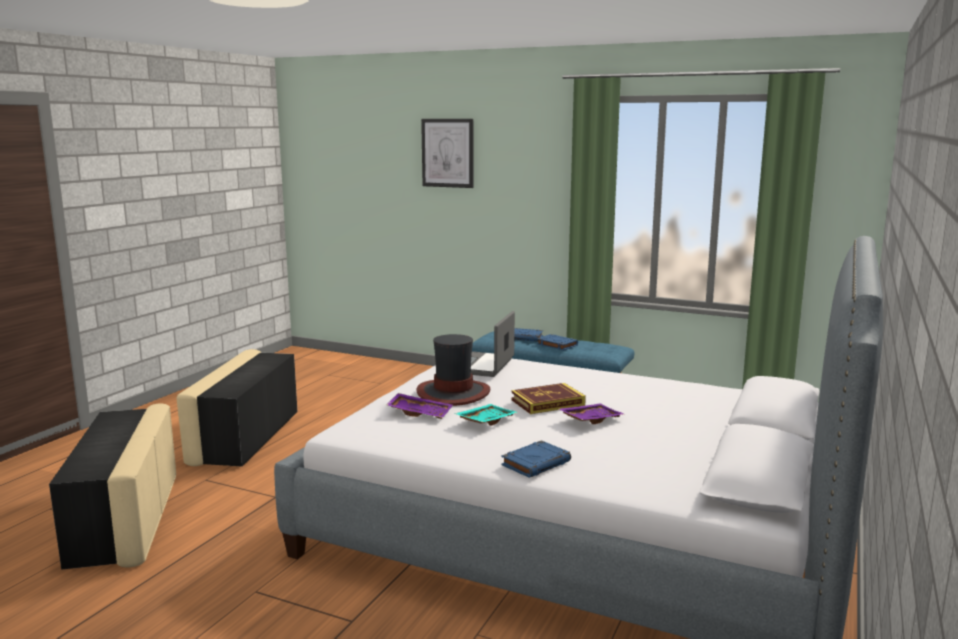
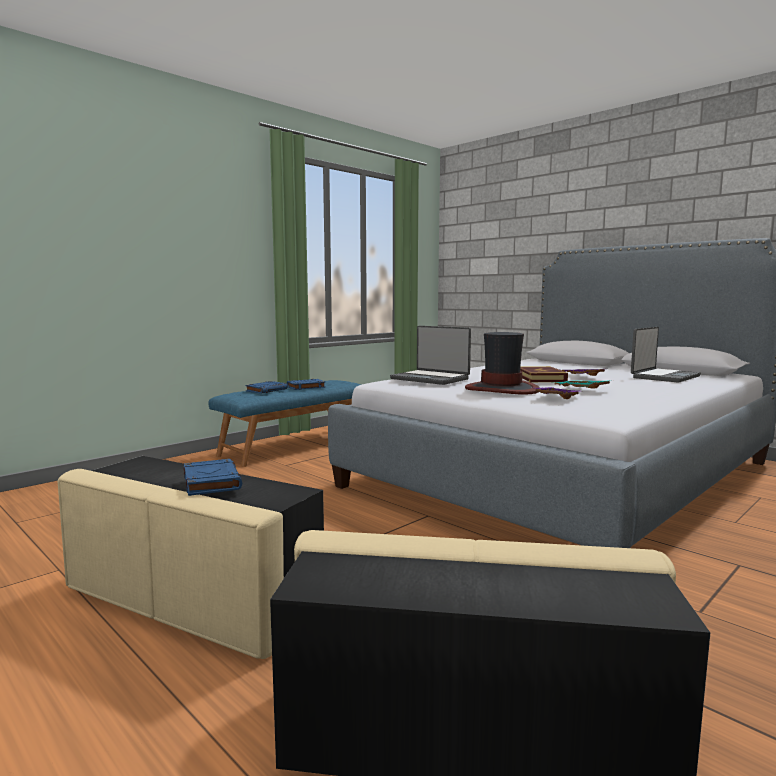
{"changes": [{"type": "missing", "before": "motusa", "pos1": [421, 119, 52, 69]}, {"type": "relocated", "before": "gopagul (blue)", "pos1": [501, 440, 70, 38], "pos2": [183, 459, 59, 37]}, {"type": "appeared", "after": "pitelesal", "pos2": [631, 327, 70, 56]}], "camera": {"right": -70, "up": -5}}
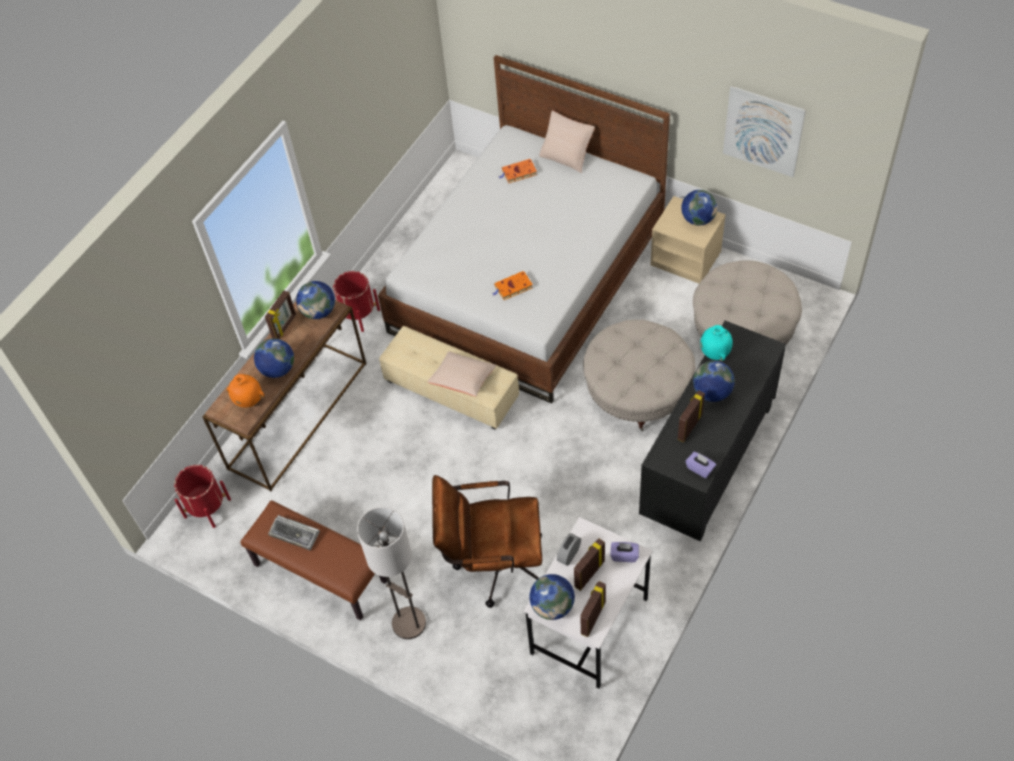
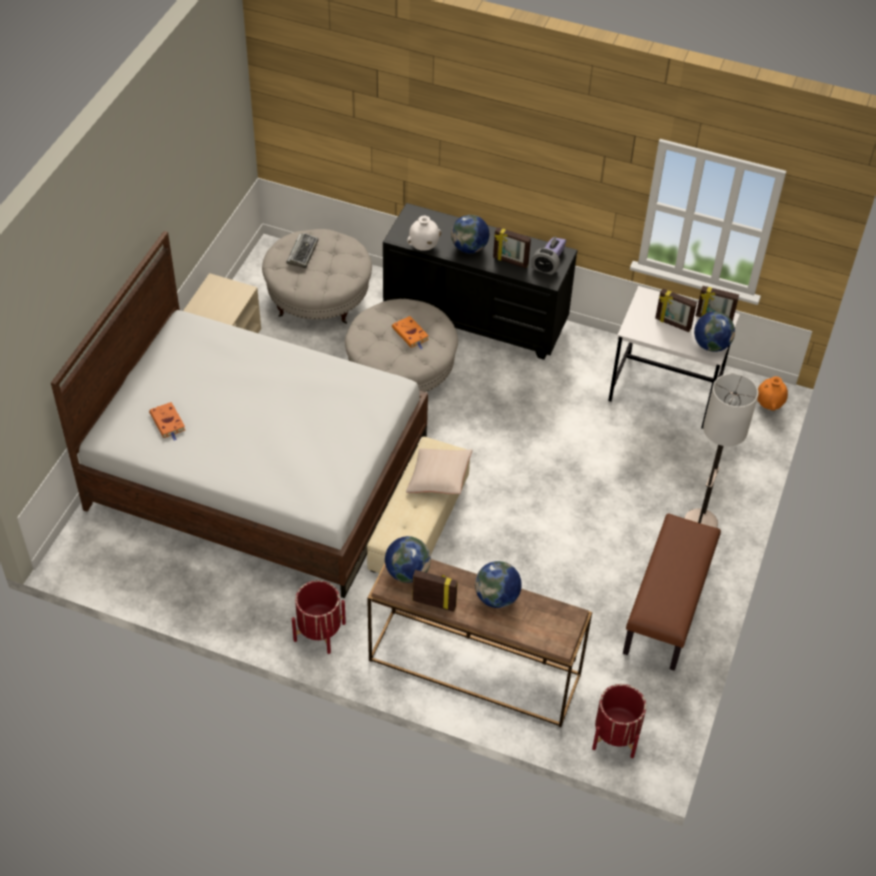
{"changes": [{"type": "relocated", "before": "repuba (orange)", "pos1": [227, 374, 37, 34], "pos2": [757, 376, 31, 35]}, {"type": "relocated", "before": "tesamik", "pos1": [268, 515, 52, 35], "pos2": [286, 233, 33, 35]}, {"type": "missing", "before": "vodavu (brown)", "pos1": [432, 475, 110, 133]}, {"type": "relocated", "before": "gopagul (orange)", "pos1": [493, 271, 40, 29], "pos2": [392, 316, 37, 33]}, {"type": "missing", "before": "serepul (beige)", "pos1": [539, 110, 56, 63]}, {"type": "relocated", "before": "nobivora", "pos1": [557, 533, 24, 33], "pos2": [531, 248, 29, 27]}, {"type": "missing", "before": "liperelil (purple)", "pos1": [610, 542, 29, 20]}, {"type": "missing", "before": "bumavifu", "pos1": [681, 190, 36, 36]}, {"type": "colour", "before": "repuba (turquoise)", "after": "repuba (white)", "pos1": [700, 325, 33, 36], "pos2": [407, 216, 34, 35]}, {"type": "missing", "before": "motusa", "pos1": [723, 86, 83, 91]}], "camera": {"right": -105, "up": -5}}
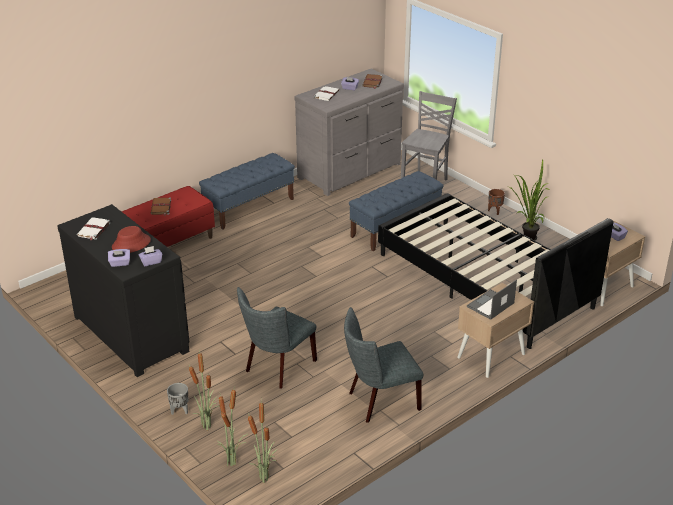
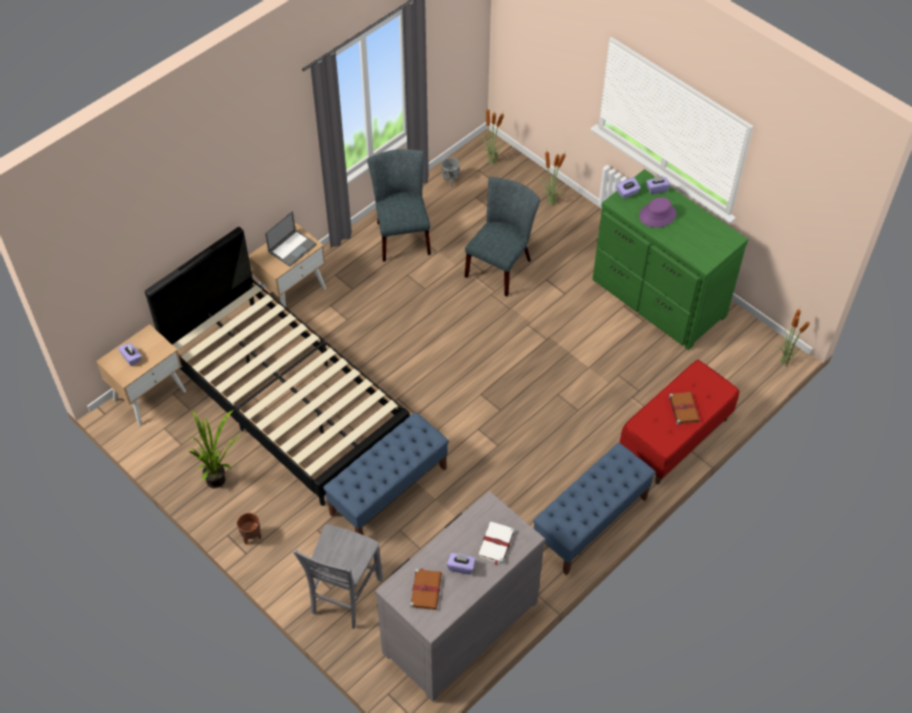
{"changes": [{"type": "colour", "before": "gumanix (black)", "after": "gumanix (green)", "pos1": [57, 204, 132, 173], "pos2": [592, 169, 156, 181]}, {"type": "missing", "before": "gopagul (white)", "pos1": [77, 217, 33, 24]}, {"type": "colour", "before": "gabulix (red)", "after": "gabulix (purple)", "pos1": [112, 226, 39, 27], "pos2": [639, 197, 37, 31]}, {"type": "relocated", "before": "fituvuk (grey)", "pos1": [167, 383, 21, 32], "pos2": [442, 158, 18, 29]}, {"type": "relocated", "before": "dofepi", "pos1": [217, 390, 31, 76], "pos2": [776, 307, 34, 59]}, {"type": "spun", "before": "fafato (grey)", "pos1": [344, 307, 79, 116], "pos2": [367, 149, 64, 113], "turn": -75}], "camera": {"right": 175, "up": 20}}
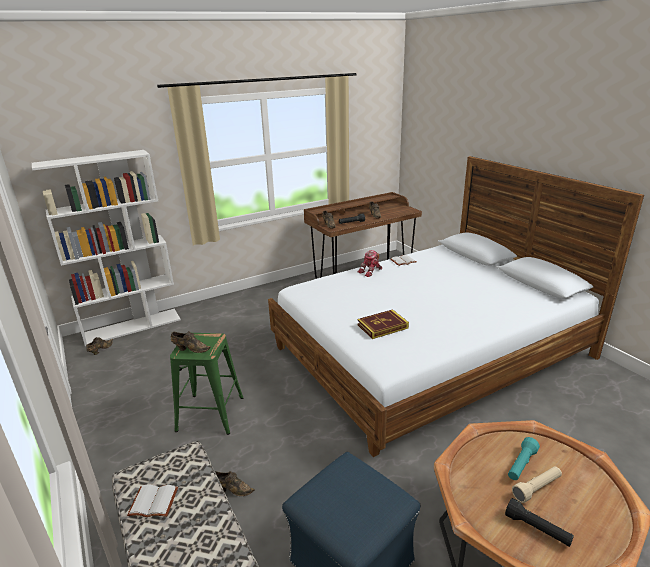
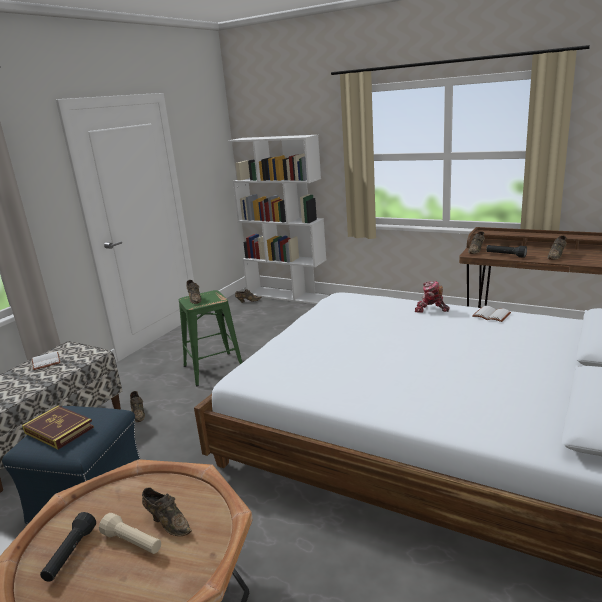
{"changes": [{"type": "relocated", "before": "gopagul", "pos1": [357, 309, 52, 30], "pos2": [22, 405, 72, 45]}, {"type": "exchanged", "before": "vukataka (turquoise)", "after": "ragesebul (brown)", "pos1": [508, 437, 32, 43], "pos2": [142, 487, 50, 49]}], "camera": {"right": 60, "up": -5}}
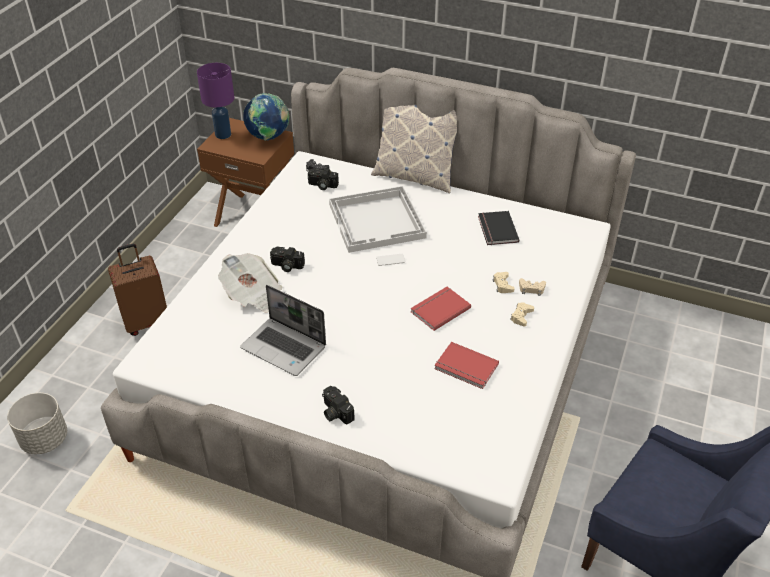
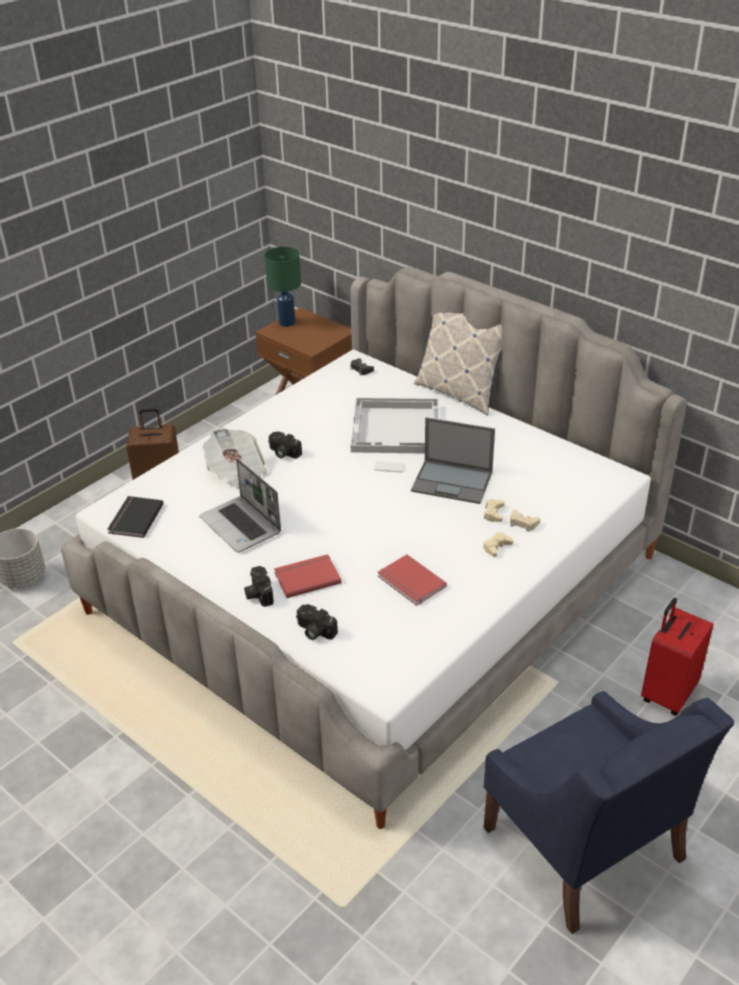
{"changes": [{"type": "colour", "before": "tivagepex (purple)", "after": "tivagepex (green)", "pos1": [197, 63, 37, 76], "pos2": [264, 246, 37, 81]}, {"type": "missing", "before": "bumavifu", "pos1": [243, 93, 47, 48]}, {"type": "relocated", "before": "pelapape", "pos1": [308, 168, 31, 22], "pos2": [296, 604, 42, 36]}, {"type": "relocated", "before": "gopagul (red)", "pos1": [411, 287, 60, 44], "pos2": [274, 554, 68, 44]}, {"type": "relocated", "before": "gopagul (black)", "pos1": [478, 211, 41, 34], "pos2": [108, 496, 55, 42]}, {"type": "appeared", "after": "pitelesal", "pos2": [411, 417, 84, 87]}, {"type": "appeared", "after": "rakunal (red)", "pos2": [641, 598, 72, 118]}], "camera": {"right": 20, "up": -5}}
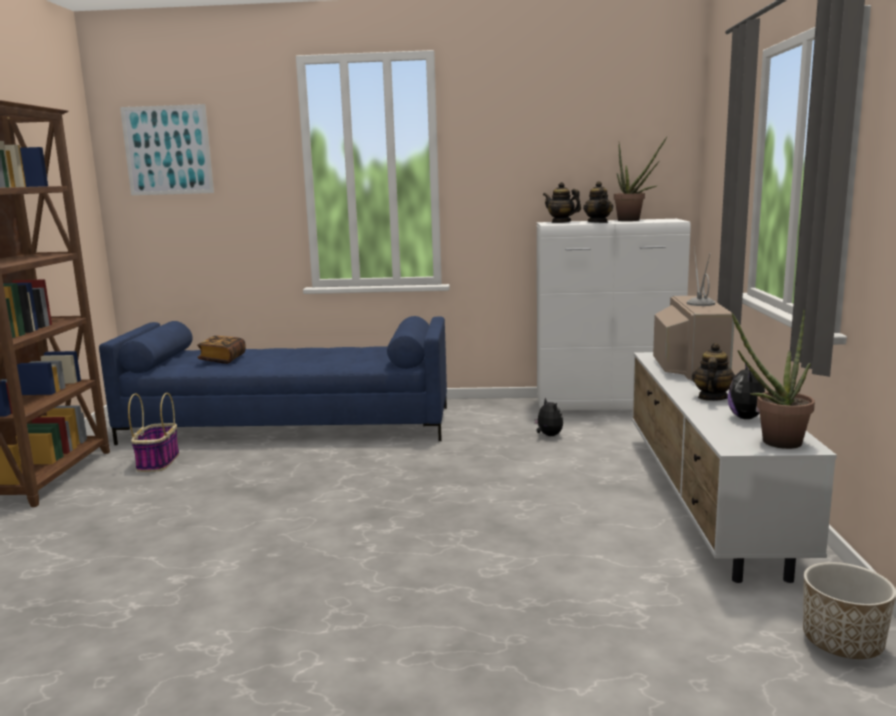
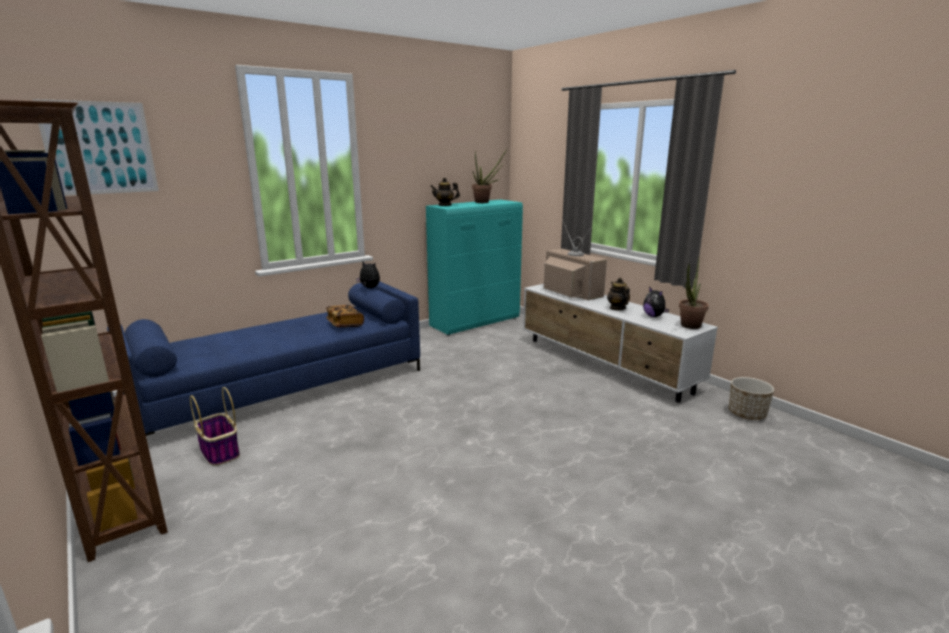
{"changes": [{"type": "relocated", "before": "gopagul", "pos1": [197, 336, 49, 28], "pos2": [326, 305, 38, 22]}, {"type": "relocated", "before": "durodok", "pos1": [534, 397, 29, 39], "pos2": [356, 262, 24, 26]}, {"type": "colour", "before": "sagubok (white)", "after": "sagubok (turquoise)", "pos1": [537, 219, 153, 191], "pos2": [426, 200, 97, 136]}, {"type": "missing", "before": "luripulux", "pos1": [583, 181, 30, 42]}], "camera": {"right": -40, "up": 5}}
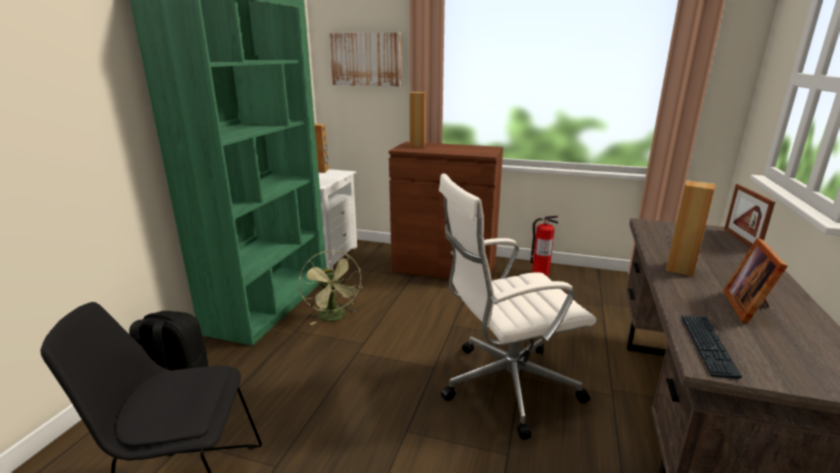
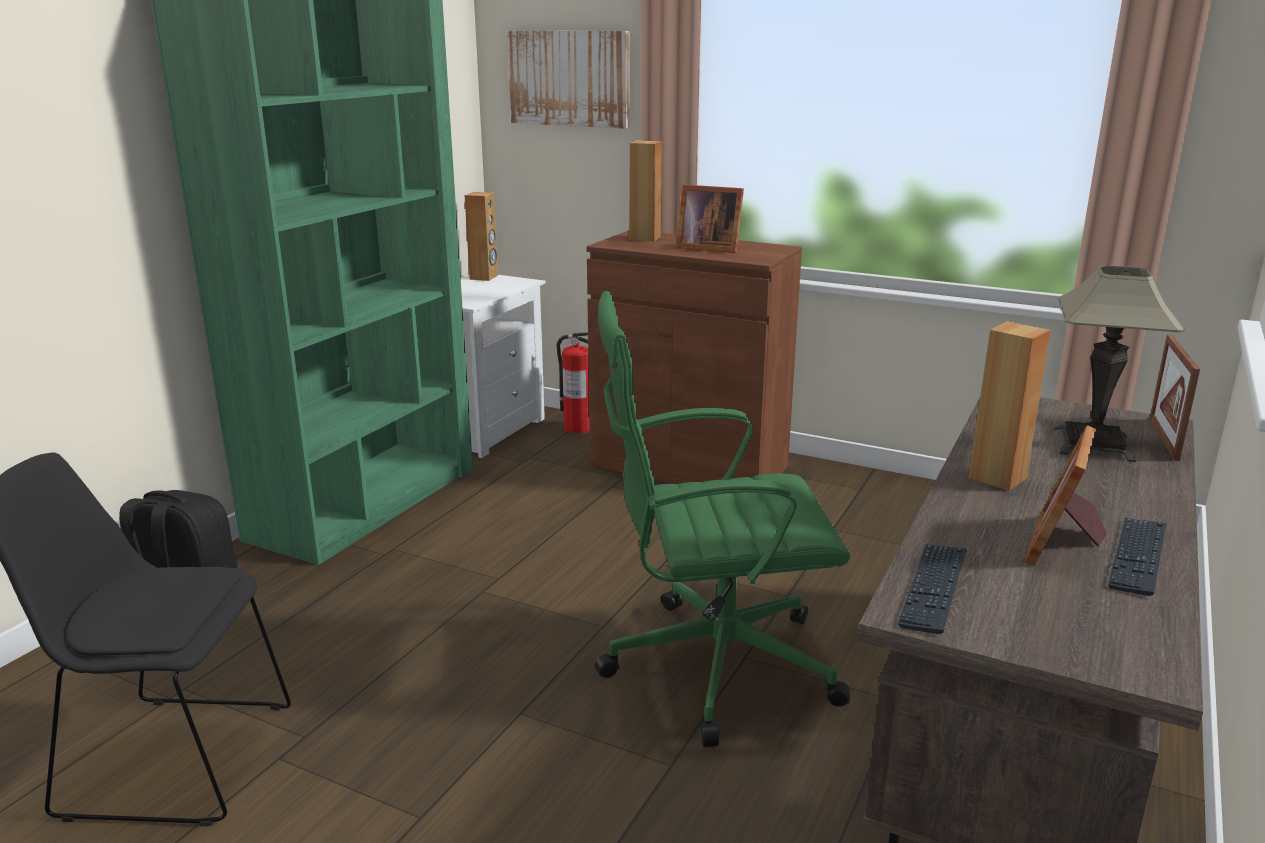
{"changes": [{"type": "missing", "before": "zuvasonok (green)", "pos1": [299, 250, 64, 75]}, {"type": "colour", "before": "vodavu (white)", "after": "vodavu (green)", "pos1": [439, 173, 157, 267], "pos2": [595, 291, 255, 456]}, {"type": "relocated", "before": "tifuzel", "pos1": [530, 216, 28, 60], "pos2": [557, 332, 33, 101]}, {"type": "appeared", "after": "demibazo", "pos2": [676, 185, 68, 68]}, {"type": "appeared", "after": "tivagepex", "pos2": [1053, 265, 132, 197]}, {"type": "appeared", "after": "tesamik", "pos2": [1108, 518, 58, 78]}], "camera": {"right": 10, "up": 0}}
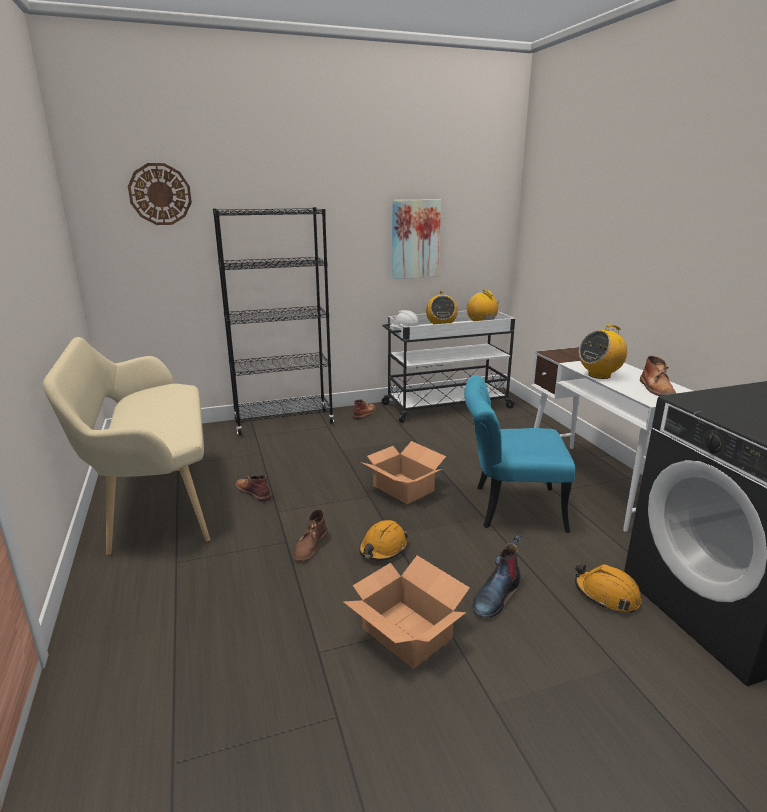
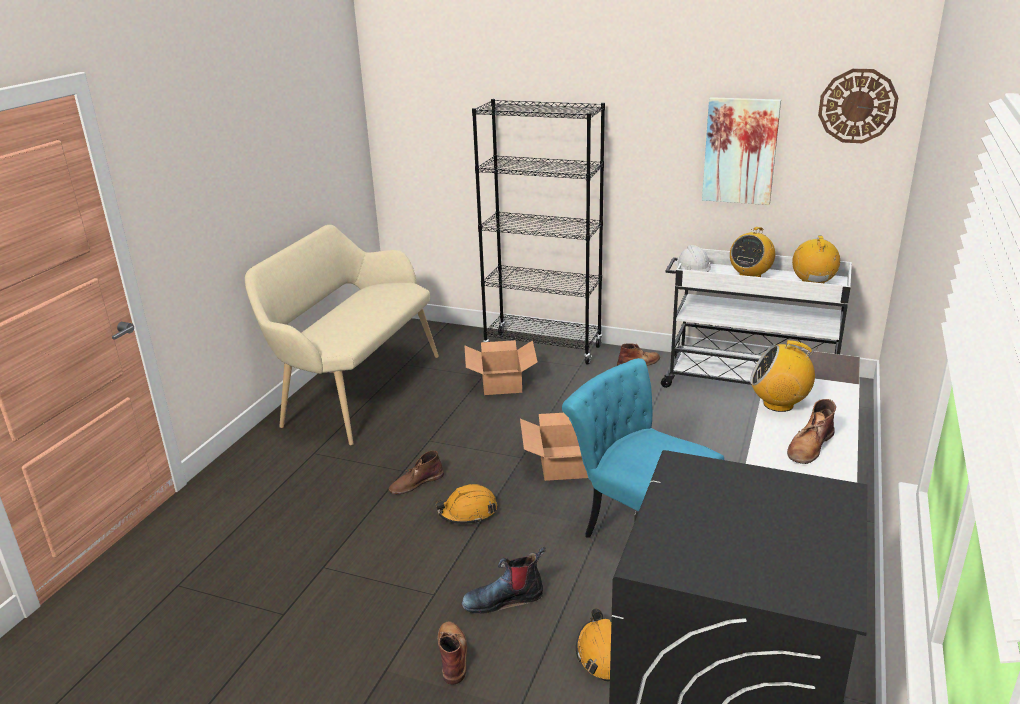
{"changes": [{"type": "relocated", "before": "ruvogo", "pos1": [128, 163, 64, 62], "pos2": [818, 69, 80, 74]}, {"type": "relocated", "before": "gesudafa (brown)", "pos1": [236, 475, 35, 27], "pos2": [437, 622, 30, 62]}, {"type": "relocated", "before": "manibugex", "pos1": [343, 555, 127, 114], "pos2": [464, 340, 74, 55]}], "camera": {"right": 40, "up": 5}}
